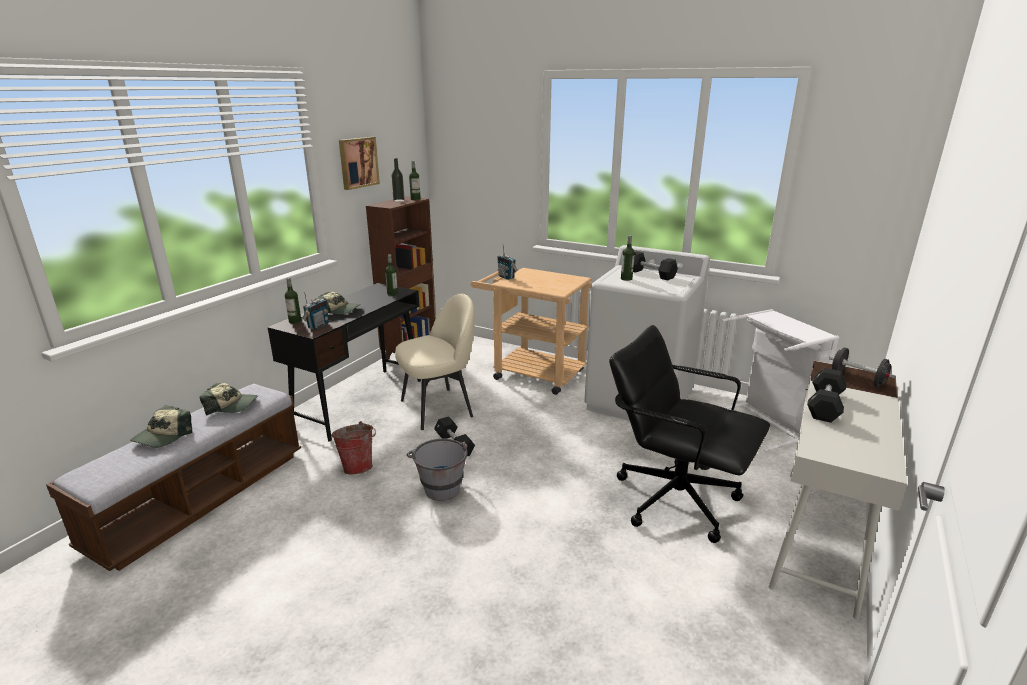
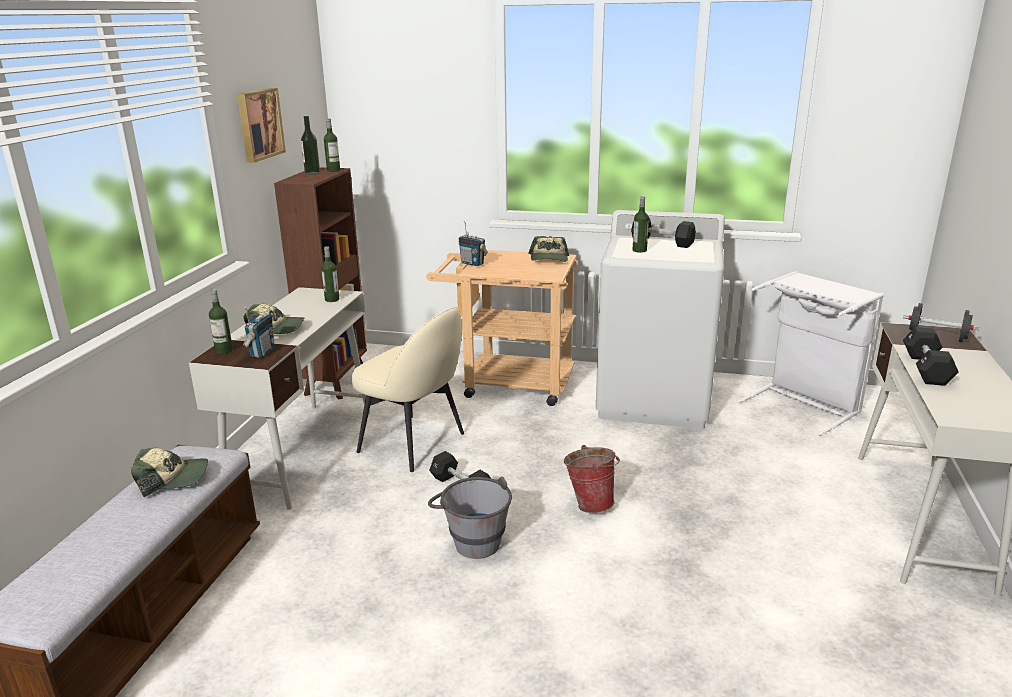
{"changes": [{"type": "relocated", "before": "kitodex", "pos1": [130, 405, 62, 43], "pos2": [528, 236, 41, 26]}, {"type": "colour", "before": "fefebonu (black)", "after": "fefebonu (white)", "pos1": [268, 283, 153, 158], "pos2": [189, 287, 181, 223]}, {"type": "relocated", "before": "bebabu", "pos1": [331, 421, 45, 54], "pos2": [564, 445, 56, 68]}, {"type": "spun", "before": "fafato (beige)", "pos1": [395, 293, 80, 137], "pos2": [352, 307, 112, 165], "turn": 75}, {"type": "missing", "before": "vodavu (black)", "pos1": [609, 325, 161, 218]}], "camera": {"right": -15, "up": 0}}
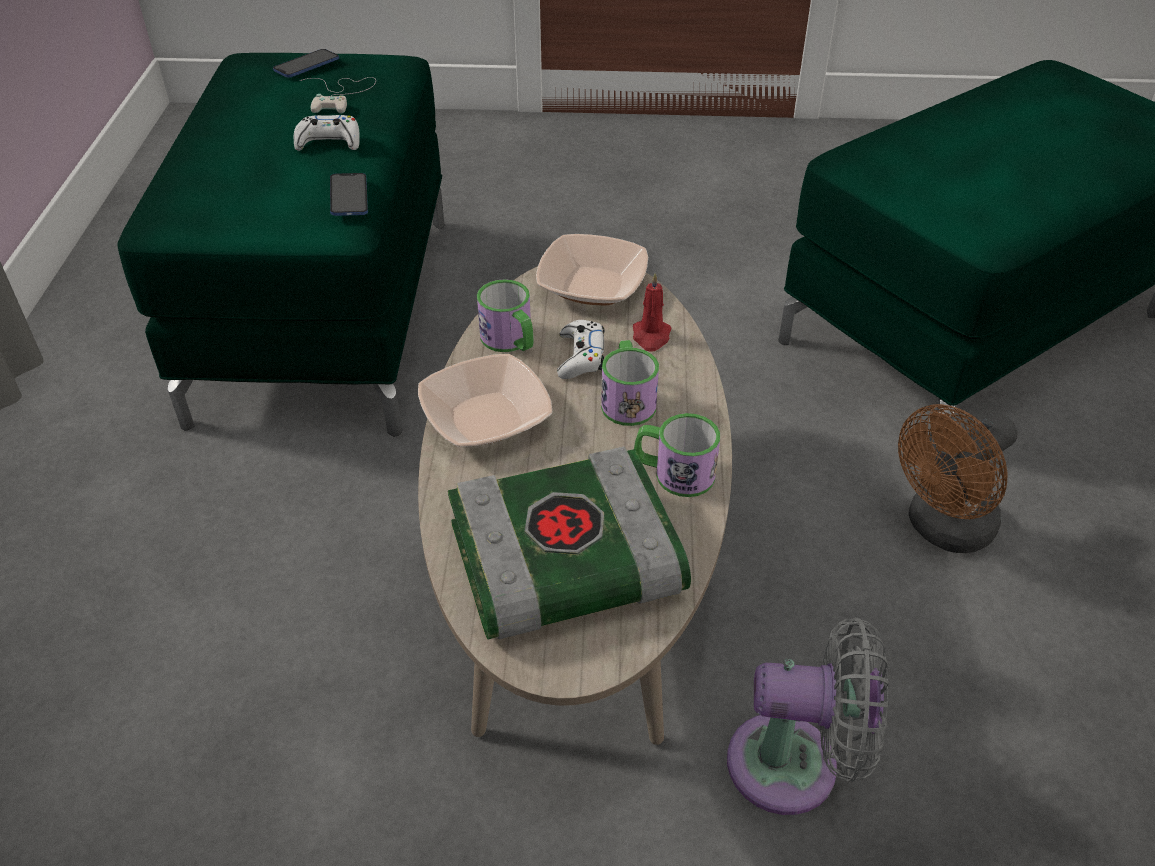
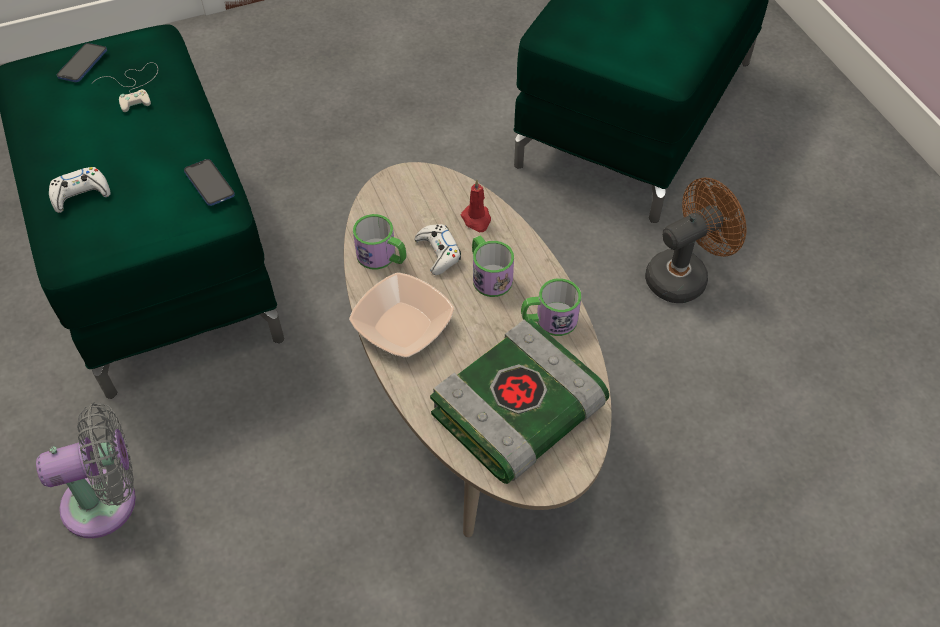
{"changes": [{"type": "relocated", "before": "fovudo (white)", "pos1": [294, 115, 66, 36], "pos2": [49, 167, 62, 46]}, {"type": "missing", "before": "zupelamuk", "pos1": [536, 234, 112, 71]}, {"type": "relocated", "before": "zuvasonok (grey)", "pos1": [727, 618, 161, 197], "pos2": [36, 403, 100, 135]}, {"type": "spun", "before": "zuvasonok (brown)", "pos1": [898, 404, 120, 149], "pos2": [645, 178, 101, 125], "turn": -150}], "camera": {"right": -25, "up": 10}}
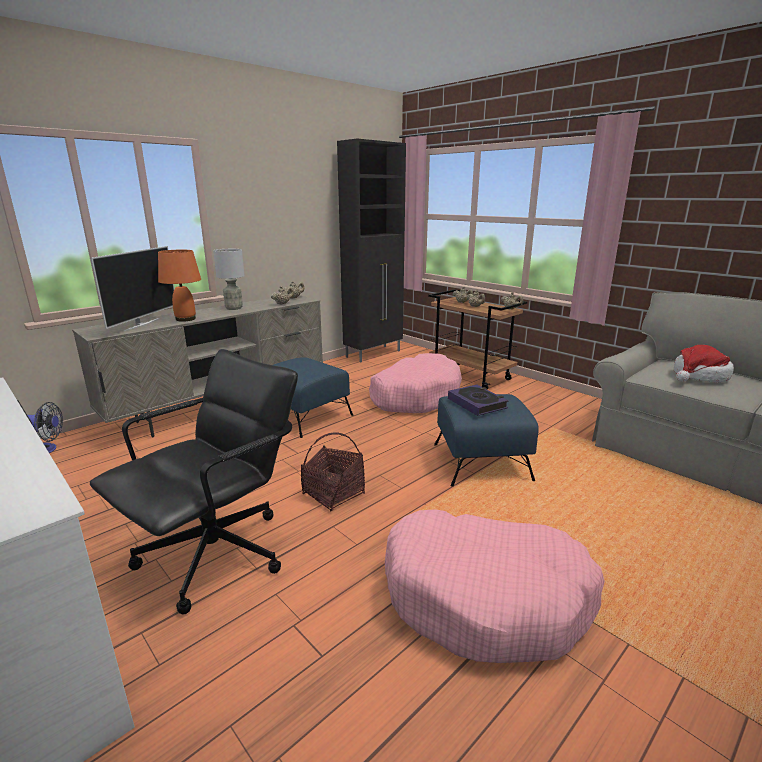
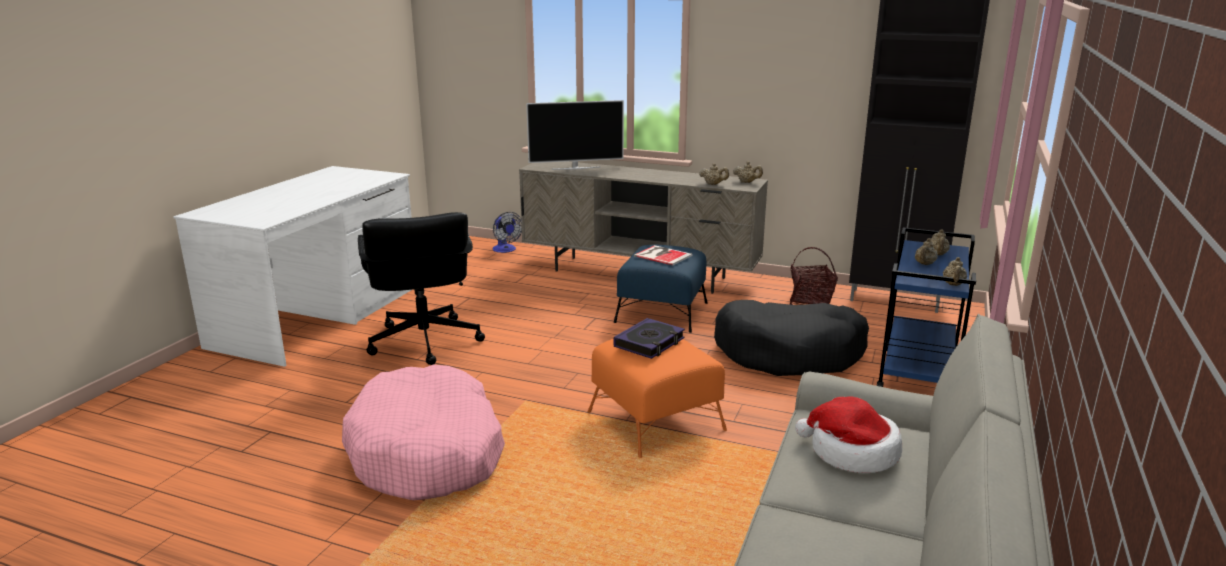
{"changes": [{"type": "spun", "before": "vodavu (black)", "pos1": [90, 349, 208, 266], "pos2": [358, 212, 127, 153], "turn": 60}, {"type": "missing", "before": "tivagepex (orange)", "pos1": [158, 250, 43, 72]}, {"type": "missing", "before": "tivagepex (grey)", "pos1": [213, 249, 32, 61]}, {"type": "relocated", "before": "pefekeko", "pos1": [301, 432, 64, 79], "pos2": [790, 247, 48, 58]}, {"type": "colour", "before": "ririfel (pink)", "after": "ririfel (black)", "pos1": [369, 353, 93, 60], "pos2": [714, 300, 155, 76]}, {"type": "colour", "before": "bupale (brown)", "after": "bupale (blue)", "pos1": [428, 289, 99, 101], "pos2": [877, 228, 99, 159]}, {"type": "colour", "before": "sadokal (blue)", "after": "sadokal (orange)", "pos1": [434, 394, 105, 93], "pos2": [588, 339, 139, 119]}, {"type": "appeared", "after": "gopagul", "pos2": [634, 245, 58, 21]}], "camera": {"right": 65, "up": 0}}
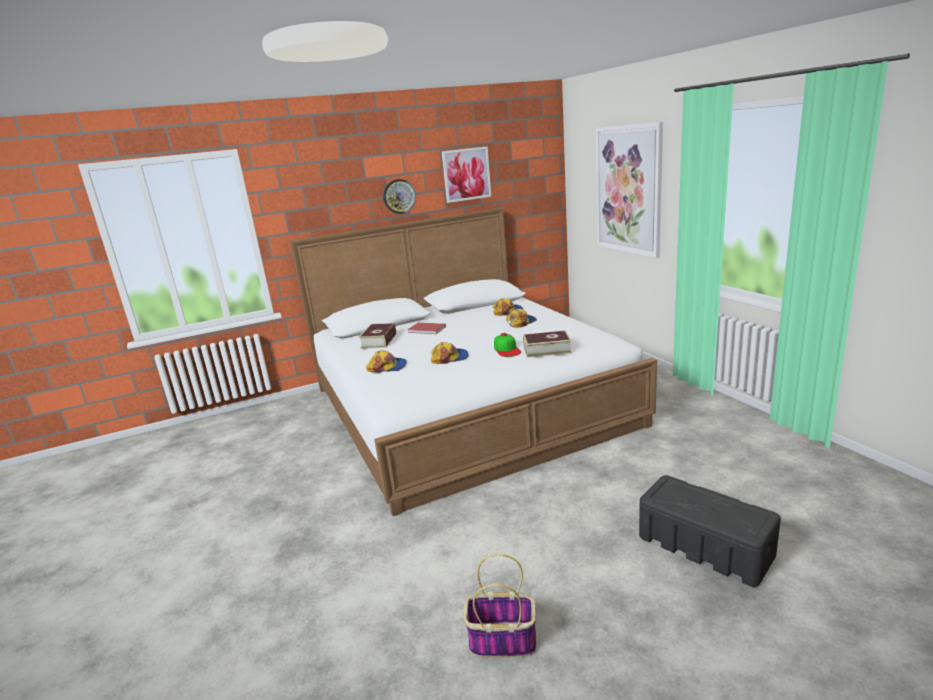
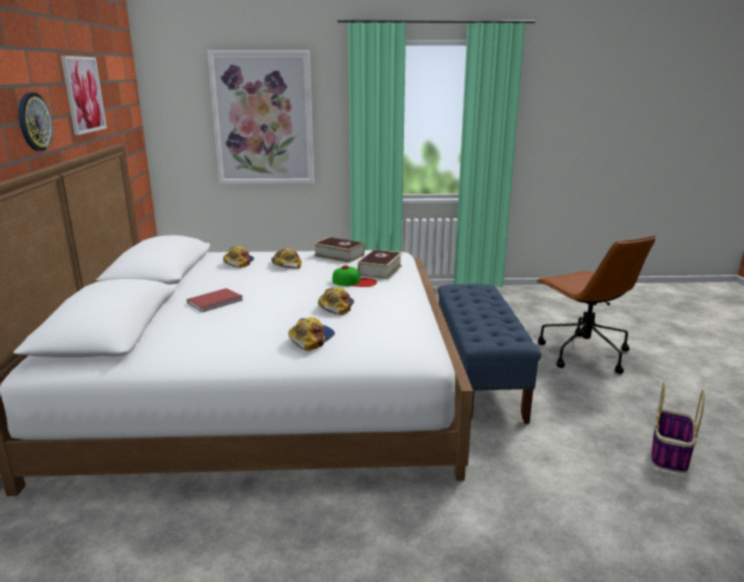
{"changes": [{"type": "relocated", "before": "gopagul", "pos1": [358, 323, 38, 26], "pos2": [313, 237, 52, 26]}, {"type": "exchanged", "before": "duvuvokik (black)", "after": "vodavu (brown)", "pos1": [639, 475, 142, 112], "pos2": [536, 235, 119, 139]}, {"type": "appeared", "after": "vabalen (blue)", "pos2": [438, 284, 103, 140]}], "camera": {"right": -70, "up": 0}}
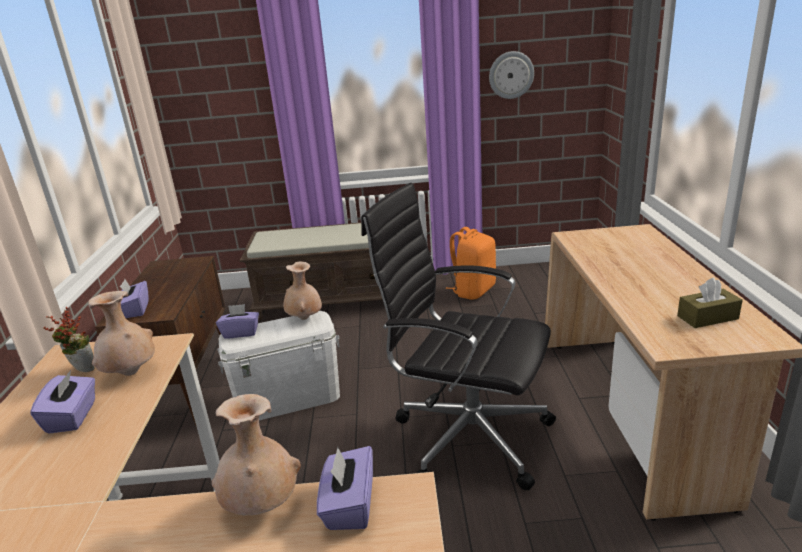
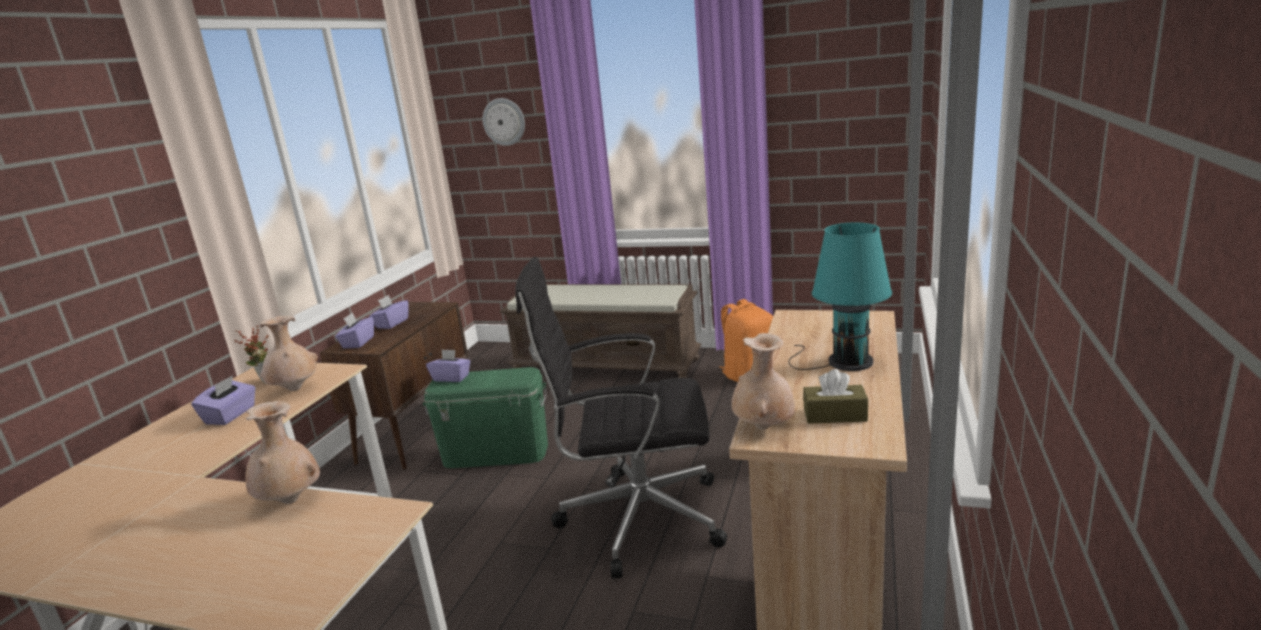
{"changes": [{"type": "colour", "before": "duvuvokik (white)", "after": "duvuvokik (green)", "pos1": [217, 311, 123, 109], "pos2": [423, 367, 125, 101]}, {"type": "relocated", "before": "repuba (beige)", "pos1": [283, 261, 39, 59], "pos2": [731, 333, 64, 97]}, {"type": "relocated", "before": "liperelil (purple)", "pos1": [317, 446, 56, 84], "pos2": [369, 295, 40, 34]}, {"type": "spun", "before": "vodavu (black)", "pos1": [361, 183, 195, 307], "pos2": [515, 257, 212, 321], "turn": -45}, {"type": "relocated", "before": "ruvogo", "pos1": [489, 51, 45, 48], "pos2": [483, 98, 42, 48]}, {"type": "appeared", "after": "tivagepex (turquoise)", "pos2": [788, 223, 104, 148]}], "camera": {"right": 20, "up": -5}}
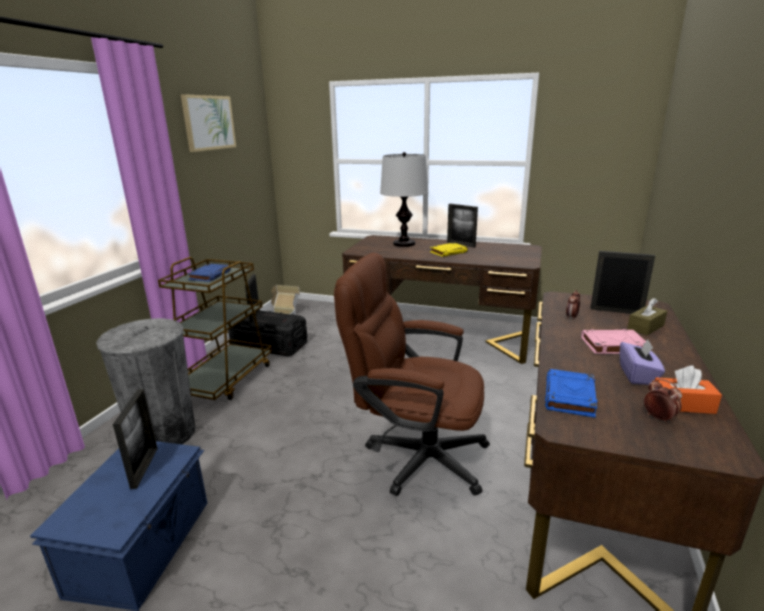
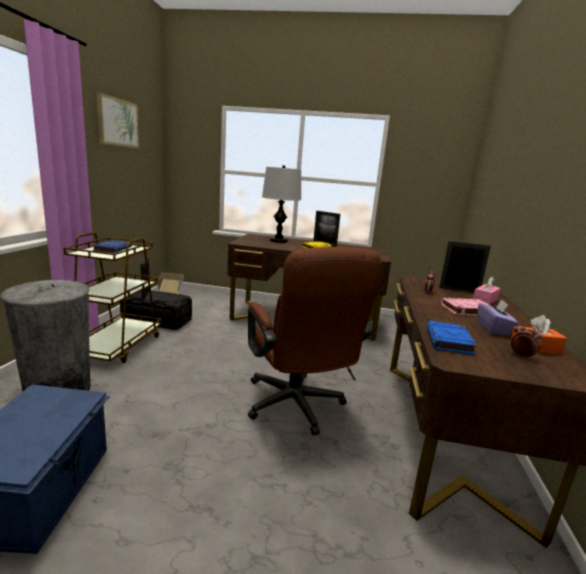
{"changes": [{"type": "missing", "before": "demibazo", "pos1": [113, 389, 45, 100]}, {"type": "spun", "before": "vodavu (brown)", "pos1": [334, 253, 156, 243], "pos2": [248, 247, 133, 189], "turn": -120}, {"type": "colour", "before": "liperelil (brown)", "after": "liperelil (pink)", "pos1": [627, 298, 40, 37], "pos2": [473, 277, 28, 28]}], "camera": {"right": -10, "up": -5}}
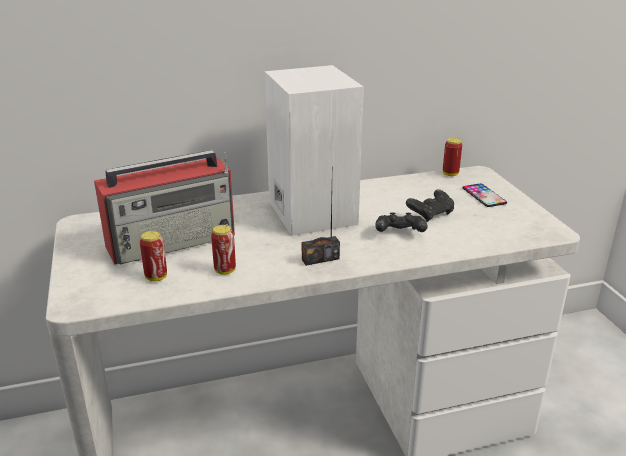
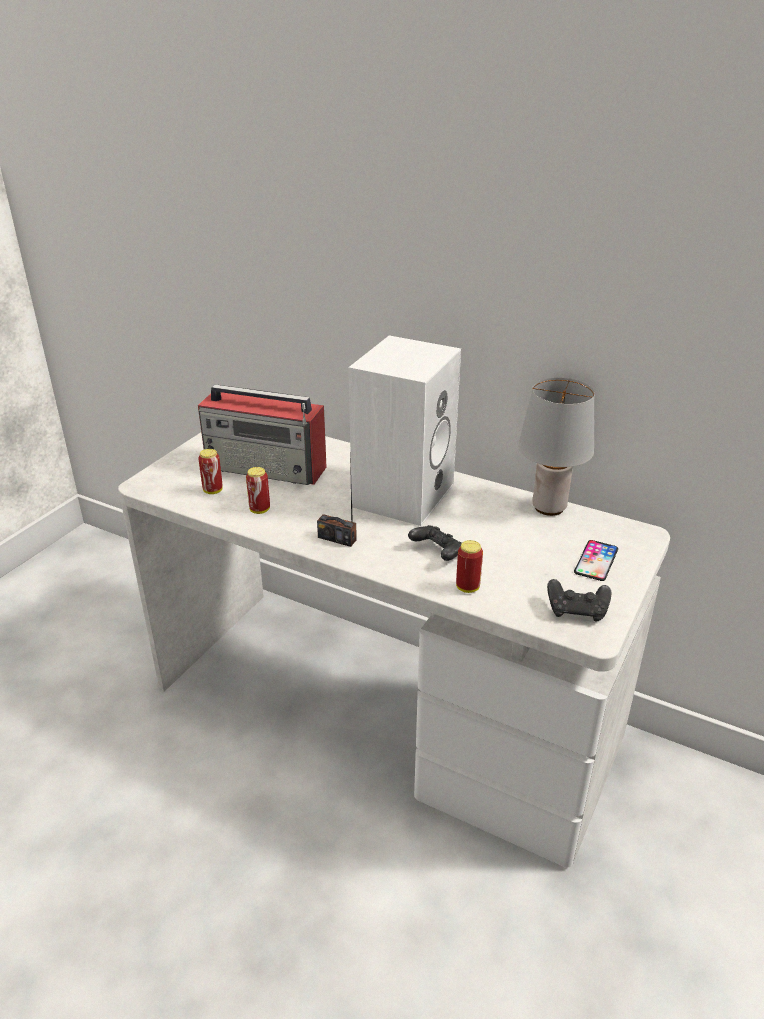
{"changes": [{"type": "relocated", "before": "fovudo (black)", "pos1": [406, 189, 48, 33], "pos2": [547, 579, 64, 42]}, {"type": "relocated", "before": "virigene", "pos1": [443, 138, 19, 38], "pos2": [456, 540, 27, 53]}, {"type": "appeared", "after": "tivagepex (grey)", "pos2": [518, 378, 77, 138]}], "camera": {"right": 45, "up": 5}}
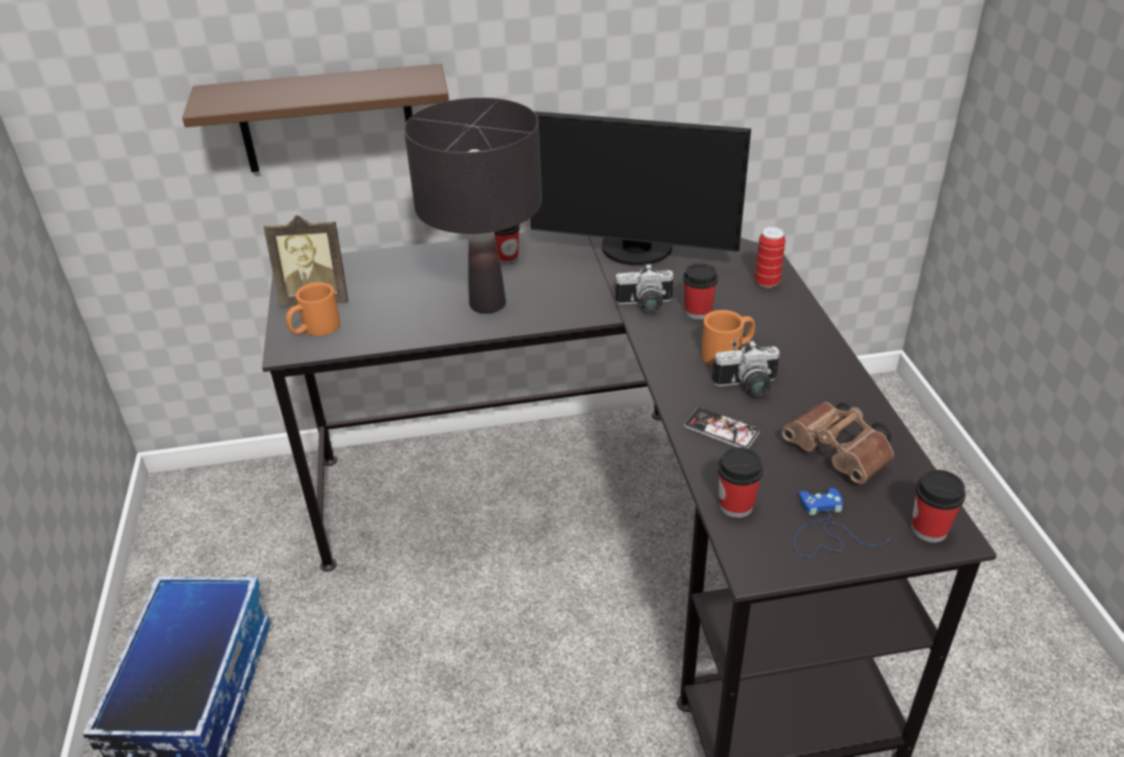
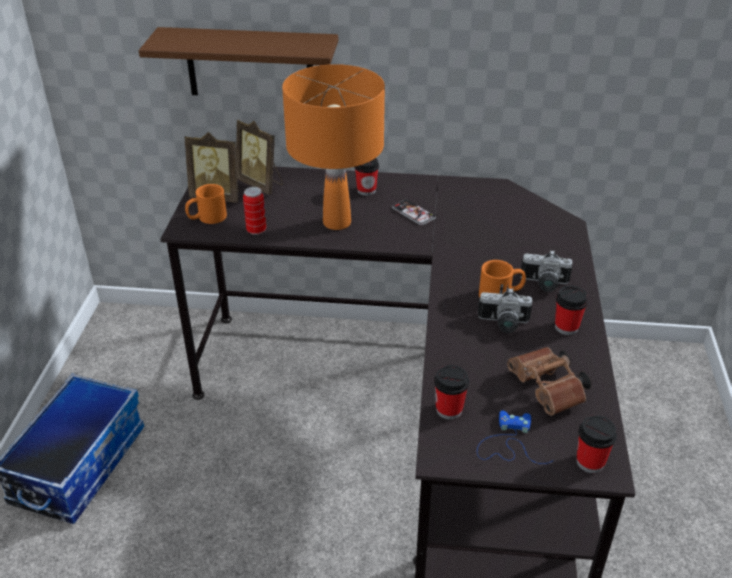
{"changes": [{"type": "colour", "before": "tivagepex (black)", "after": "tivagepex (orange)", "pos1": [404, 98, 138, 216], "pos2": [282, 64, 103, 166]}, {"type": "missing", "before": "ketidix", "pos1": [530, 111, 221, 155]}, {"type": "relocated", "before": "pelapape", "pos1": [615, 264, 59, 49], "pos2": [521, 250, 52, 42]}, {"type": "relocated", "before": "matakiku", "pos1": [683, 263, 35, 57], "pos2": [555, 286, 33, 49]}, {"type": "relocated", "before": "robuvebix", "pos1": [684, 408, 76, 40], "pos2": [392, 199, 44, 26]}, {"type": "relocated", "before": "virigene", "pos1": [755, 227, 31, 61], "pos2": [243, 187, 23, 48]}, {"type": "appeared", "after": "demibazo", "pos2": [236, 119, 47, 76]}], "camera": {"right": 15, "up": 0}}
